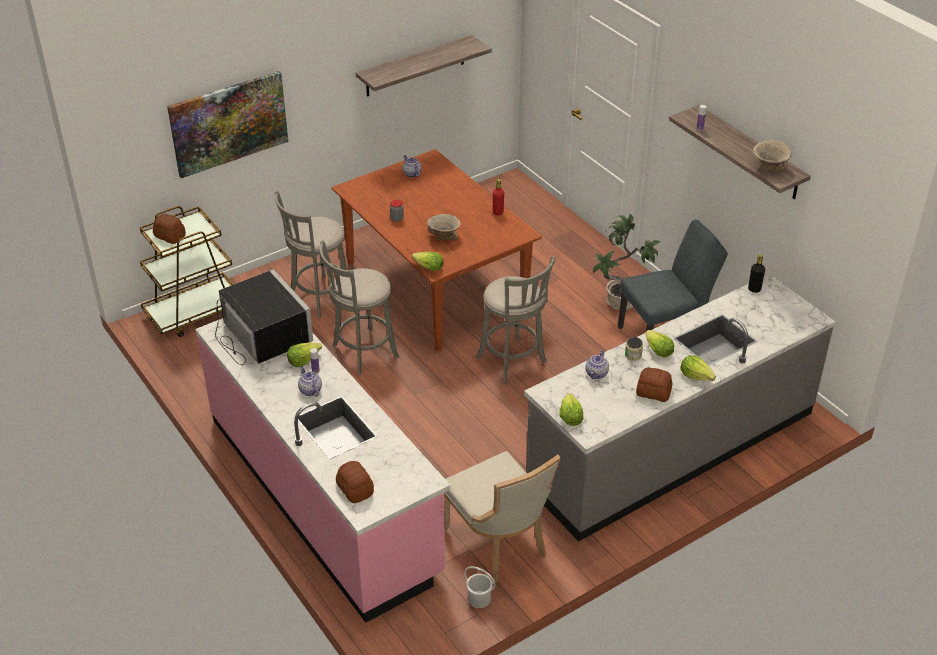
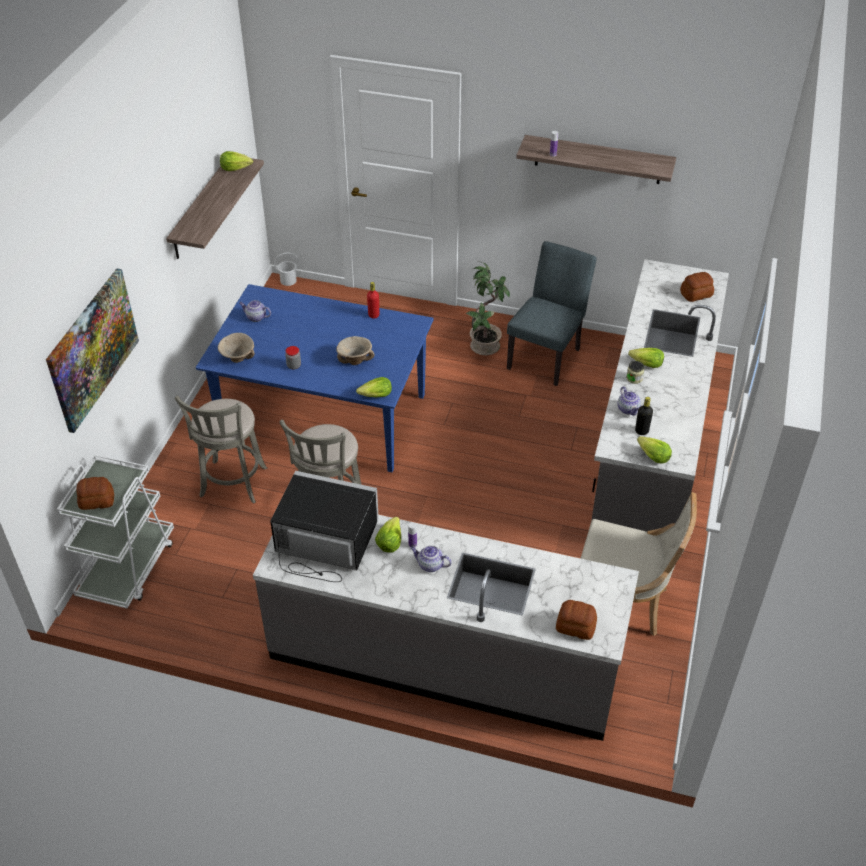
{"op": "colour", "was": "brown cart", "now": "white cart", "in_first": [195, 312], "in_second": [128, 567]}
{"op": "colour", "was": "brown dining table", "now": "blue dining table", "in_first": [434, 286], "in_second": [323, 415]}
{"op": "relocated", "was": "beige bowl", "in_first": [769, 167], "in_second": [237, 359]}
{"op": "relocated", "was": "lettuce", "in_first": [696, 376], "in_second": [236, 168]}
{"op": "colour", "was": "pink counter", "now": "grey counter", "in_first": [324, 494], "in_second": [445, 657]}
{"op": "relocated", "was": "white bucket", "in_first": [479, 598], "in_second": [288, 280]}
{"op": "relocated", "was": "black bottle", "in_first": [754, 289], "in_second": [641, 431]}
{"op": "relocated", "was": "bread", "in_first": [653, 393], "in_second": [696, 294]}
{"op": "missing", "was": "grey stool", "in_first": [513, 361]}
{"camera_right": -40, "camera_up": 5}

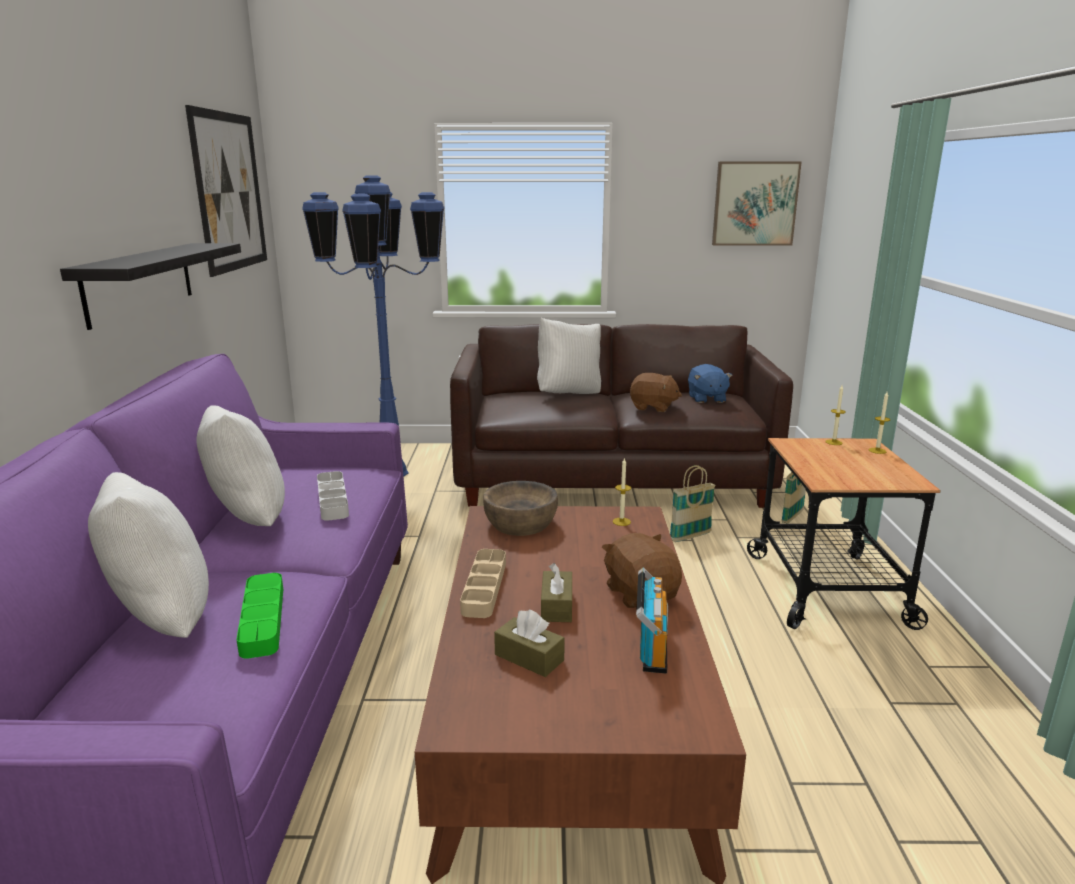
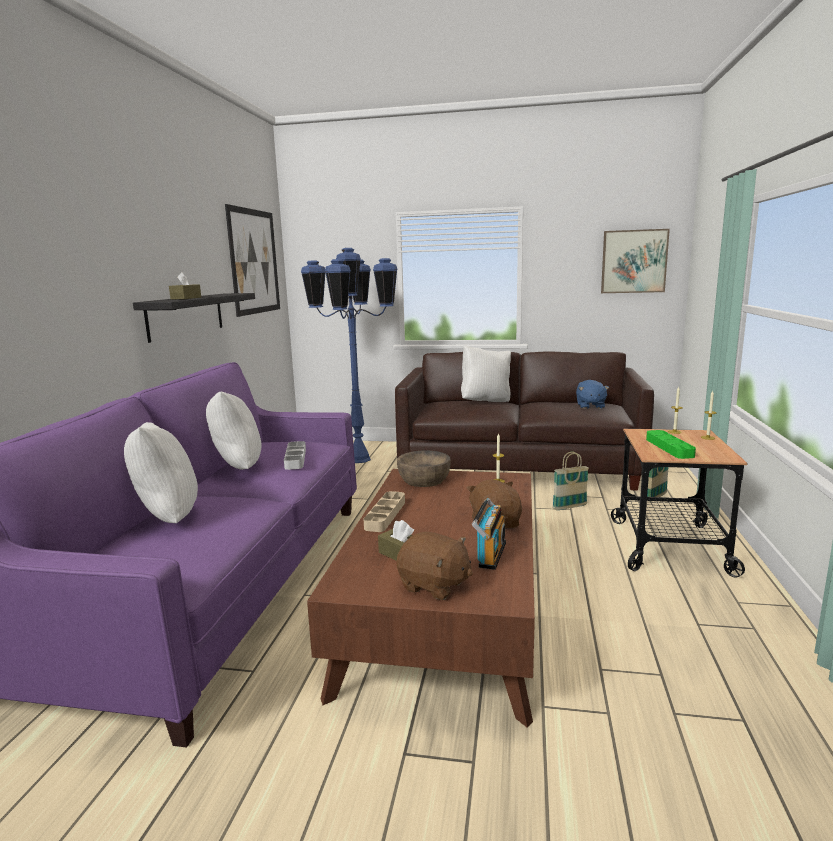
{"op": "relocated", "was": "brown tissue box", "in_first": [556, 606], "in_second": [186, 298]}
{"op": "relocated", "was": "brown plush toy", "in_first": [653, 407], "in_second": [434, 585]}
{"op": "relocated", "was": "green tray", "in_first": [262, 619], "in_second": [669, 447]}
{"camera_right": 10, "camera_up": -5}

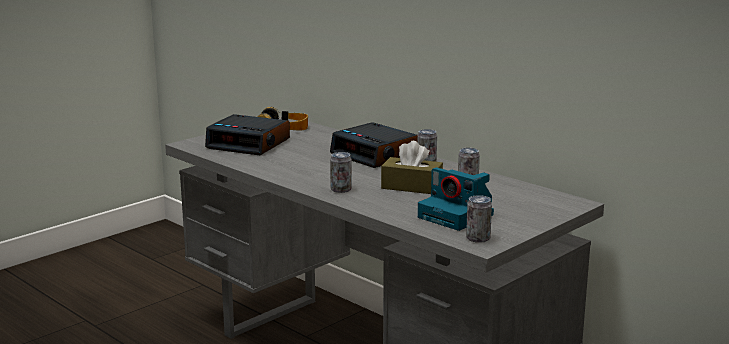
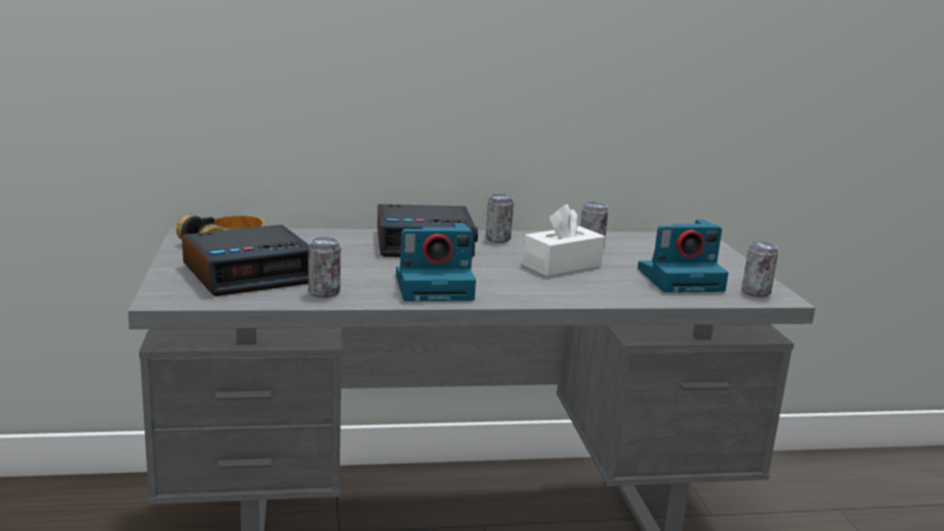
{"op": "relocated", "was": "can", "in_first": [341, 189], "in_second": [324, 293]}
{"op": "appeared", "now": "photo camera", "in_second": [436, 287]}
{"op": "colour", "was": "brown tissue box", "now": "white tissue box", "in_first": [411, 187], "in_second": [562, 265]}
{"camera_right": -55, "camera_up": 0}

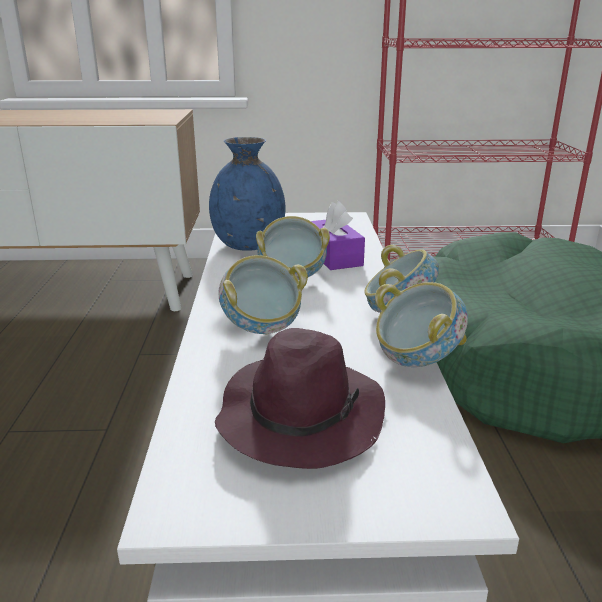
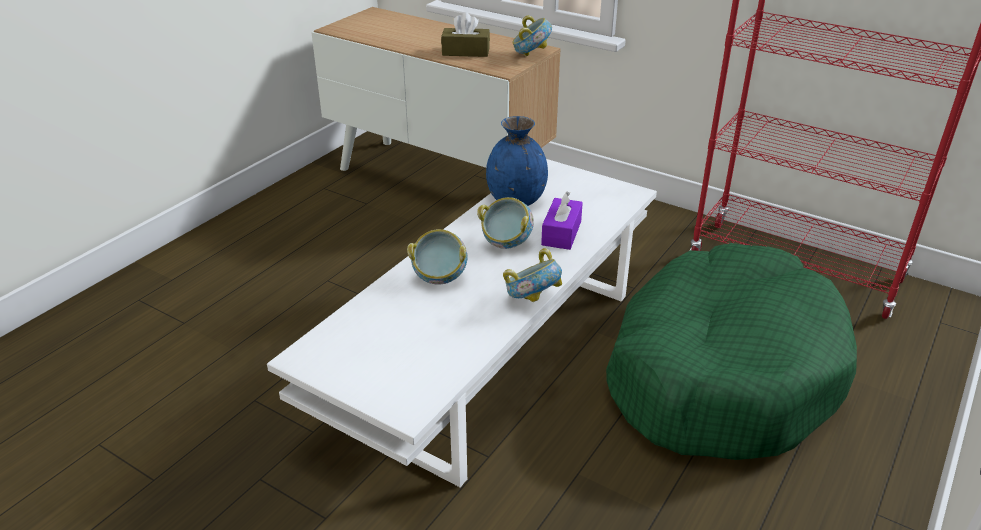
{"op": "appeared", "now": "brown tissue box", "in_second": [465, 52]}
{"op": "relocated", "was": "bowl", "in_first": [415, 362], "in_second": [531, 56]}
{"op": "missing", "was": "purple hat", "in_first": [300, 416]}
{"camera_right": 35, "camera_up": 10}

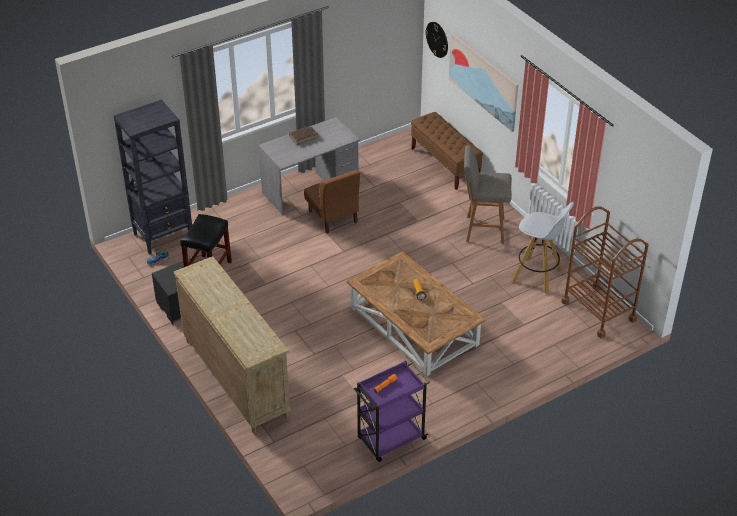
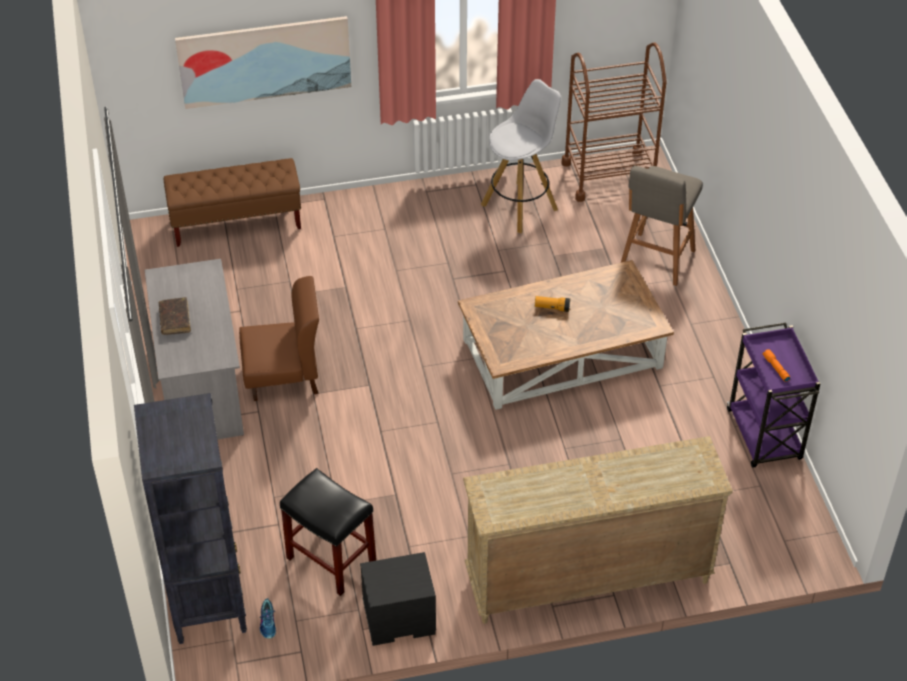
{"op": "relocated", "was": "grey stool", "in_first": [483, 230], "in_second": [656, 261]}
{"op": "missing", "was": "wall clock", "in_first": [437, 39]}
{"camera_right": -70, "camera_up": 5}

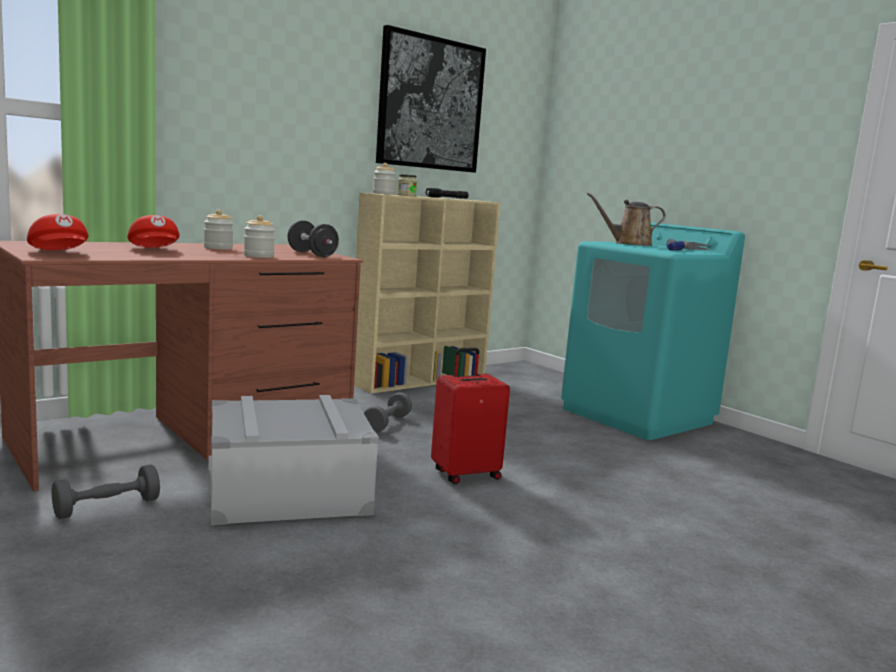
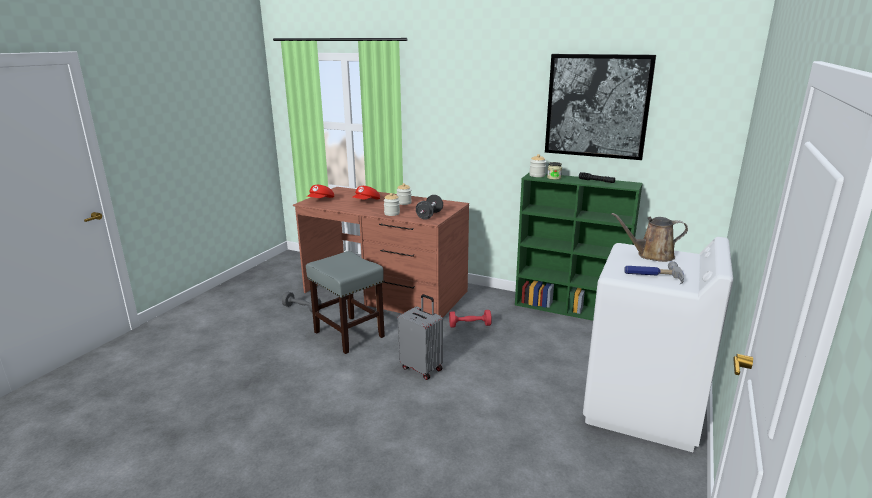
{"op": "exchanged", "was": "grey storage box", "now": "grey stool", "in_first": [288, 493], "in_second": [348, 334]}
{"op": "colour", "was": "red suitcase", "now": "grey suitcase", "in_first": [465, 474], "in_second": [422, 368]}
{"op": "colour", "was": "grey dumbbell", "now": "red dumbbell", "in_first": [387, 423], "in_second": [470, 325]}
{"op": "colour", "was": "beige bookcase", "now": "green bookcase", "in_first": [420, 380], "in_second": [570, 309]}
{"op": "colour", "was": "turquoise washing machine", "now": "white washing machine", "in_first": [638, 416], "in_second": [642, 408]}
{"op": "spun", "was": "brown watering can", "in_first": [629, 244], "in_second": [652, 255], "clockwise": -60}
{"camera_right": 65, "camera_up": 10}

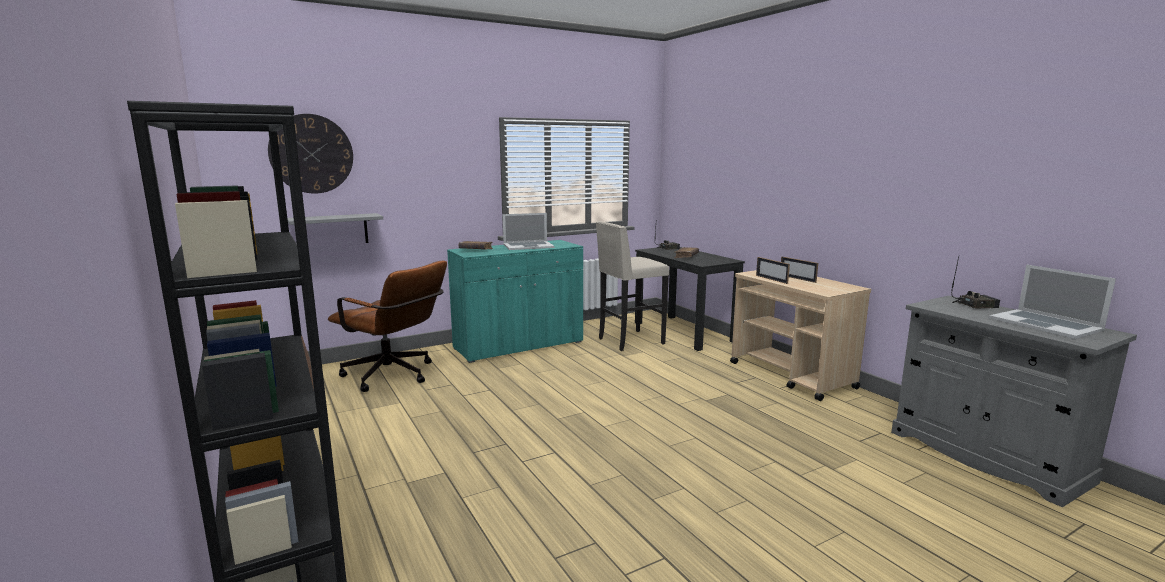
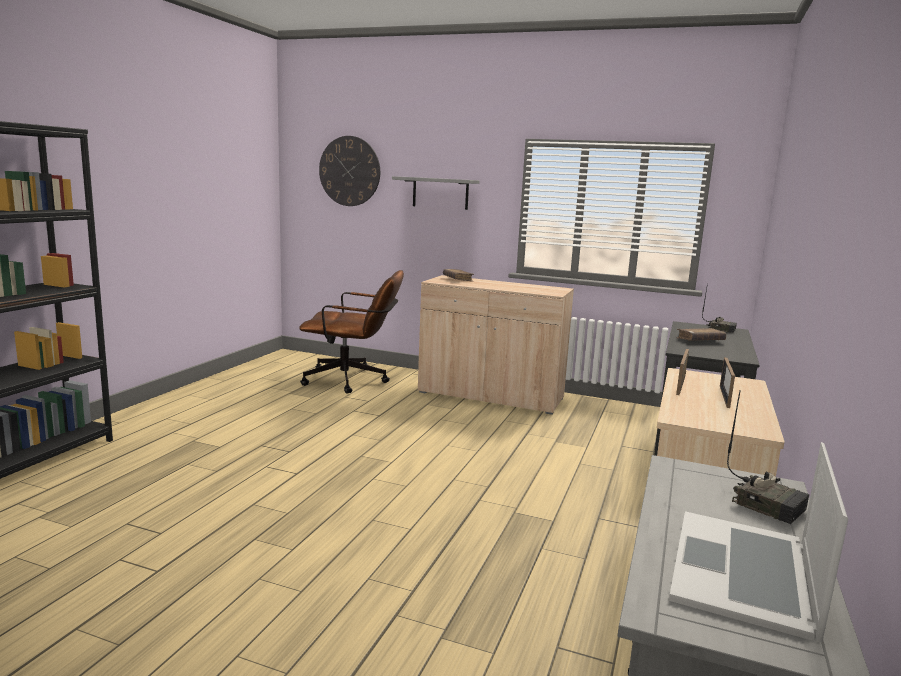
{"op": "spun", "was": "brown office chair", "in_first": [394, 376], "in_second": [353, 381], "clockwise": -75}
{"op": "relocated", "was": "grey shelf", "in_first": [334, 230], "in_second": [440, 193]}
{"op": "colour", "was": "turquoise cabinet", "now": "beige cabinet", "in_first": [519, 345], "in_second": [490, 396]}
{"op": "missing", "was": "laptop", "in_first": [528, 246]}
{"op": "missing", "was": "beige stool", "in_first": [629, 341]}
{"camera_right": 50, "camera_up": 0}

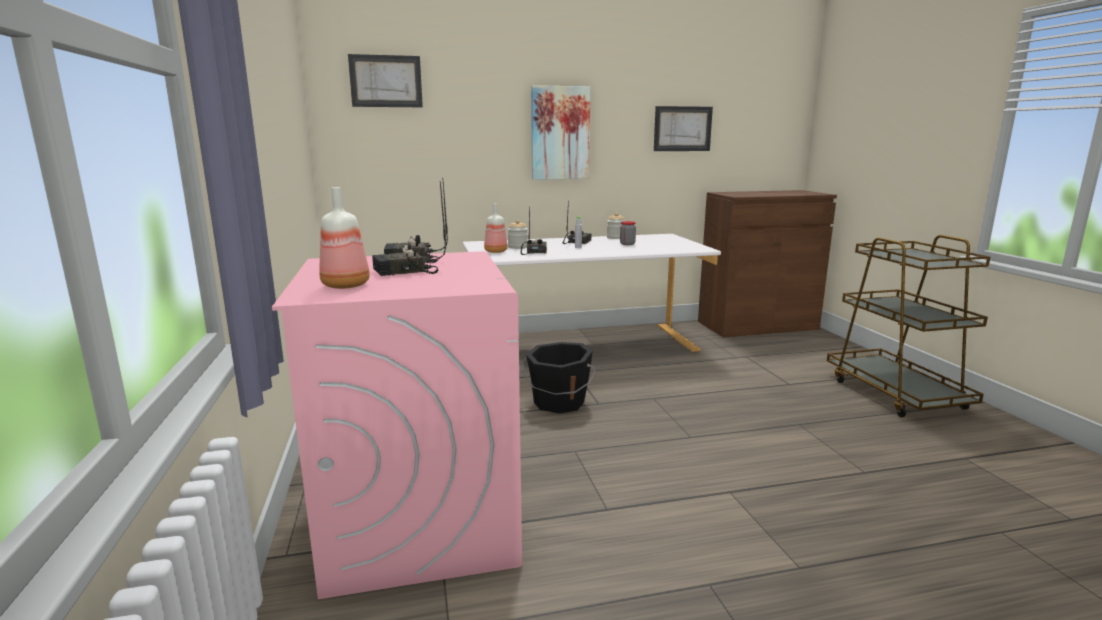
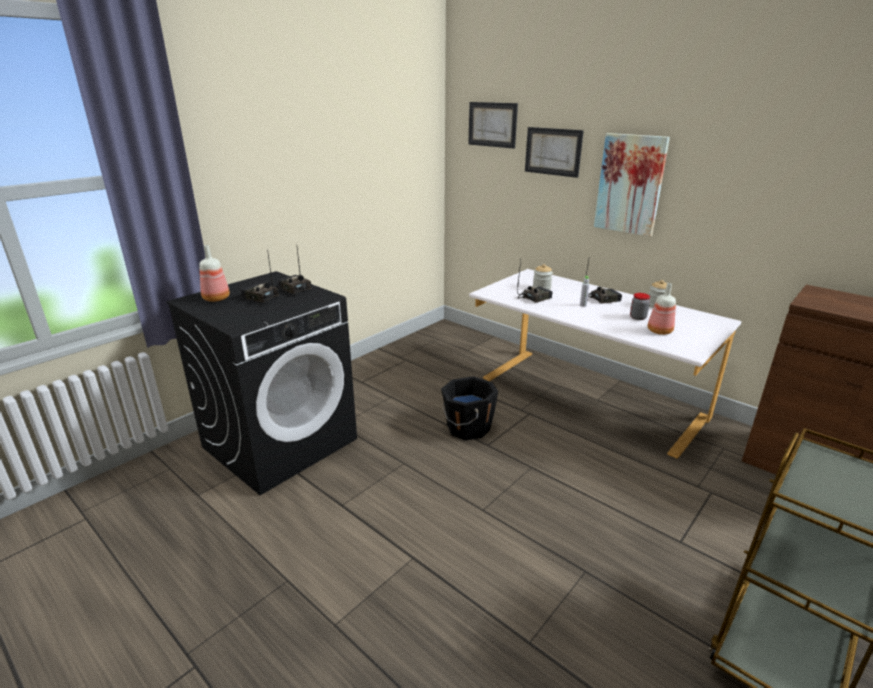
{"op": "colour", "was": "pink washing machine", "now": "black washing machine", "in_first": [419, 519], "in_second": [280, 442]}
{"op": "relocated", "was": "picture", "in_first": [682, 129], "in_second": [553, 151]}
{"op": "relocated", "was": "bottle", "in_first": [495, 251], "in_second": [658, 331]}
{"camera_right": 55, "camera_up": 10}

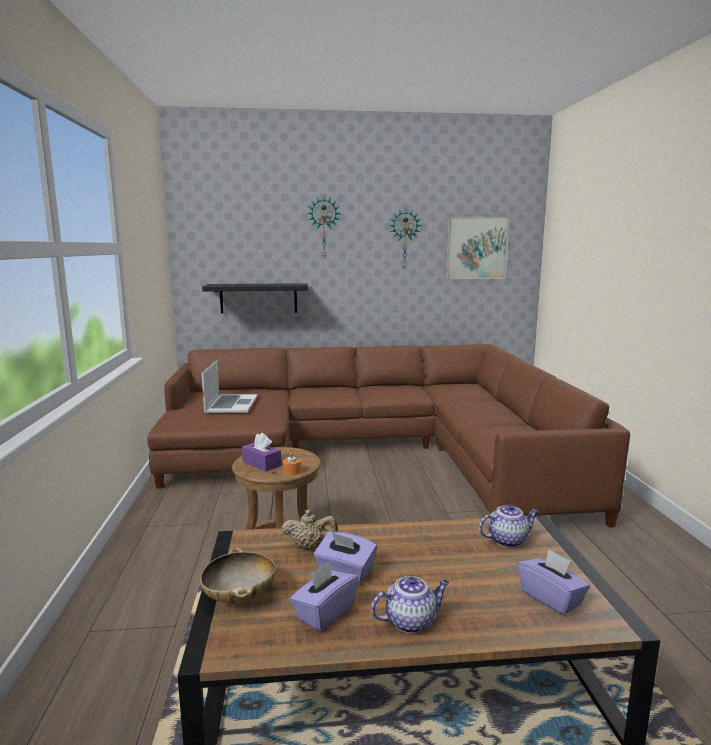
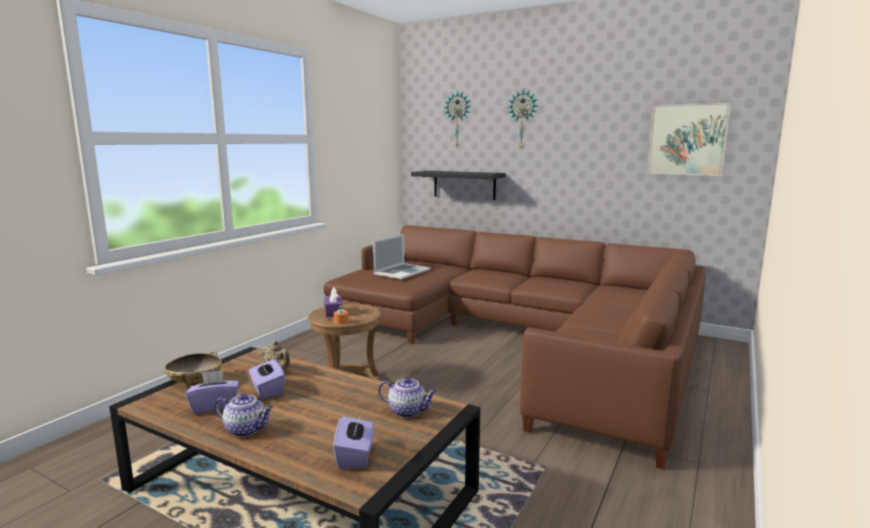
{"op": "relocated", "was": "wall clock", "in_first": [404, 239], "in_second": [458, 119]}
{"camera_right": 35, "camera_up": 0}

